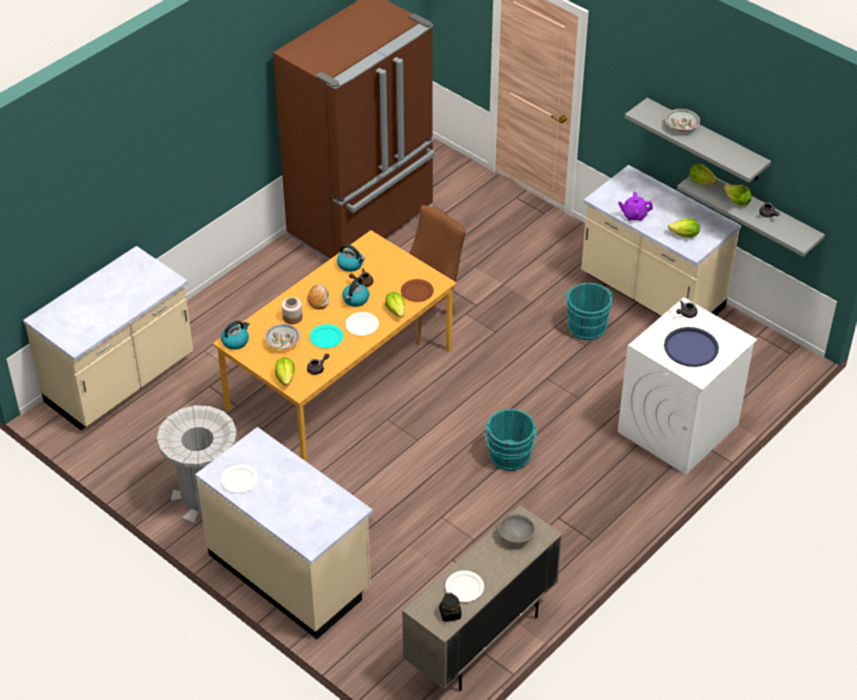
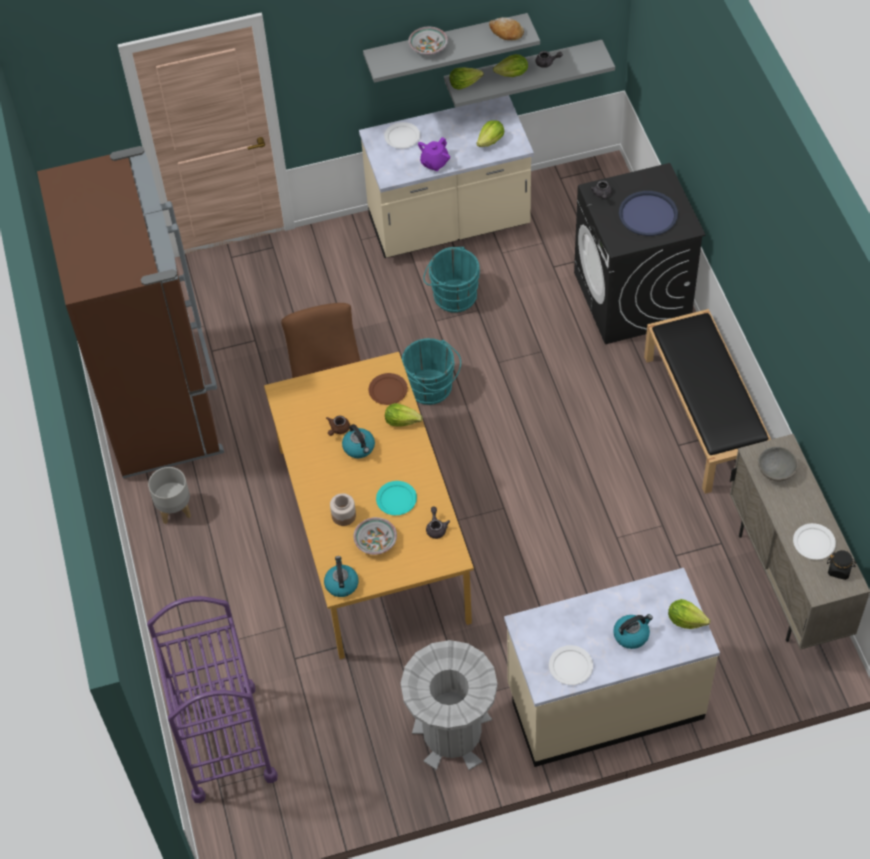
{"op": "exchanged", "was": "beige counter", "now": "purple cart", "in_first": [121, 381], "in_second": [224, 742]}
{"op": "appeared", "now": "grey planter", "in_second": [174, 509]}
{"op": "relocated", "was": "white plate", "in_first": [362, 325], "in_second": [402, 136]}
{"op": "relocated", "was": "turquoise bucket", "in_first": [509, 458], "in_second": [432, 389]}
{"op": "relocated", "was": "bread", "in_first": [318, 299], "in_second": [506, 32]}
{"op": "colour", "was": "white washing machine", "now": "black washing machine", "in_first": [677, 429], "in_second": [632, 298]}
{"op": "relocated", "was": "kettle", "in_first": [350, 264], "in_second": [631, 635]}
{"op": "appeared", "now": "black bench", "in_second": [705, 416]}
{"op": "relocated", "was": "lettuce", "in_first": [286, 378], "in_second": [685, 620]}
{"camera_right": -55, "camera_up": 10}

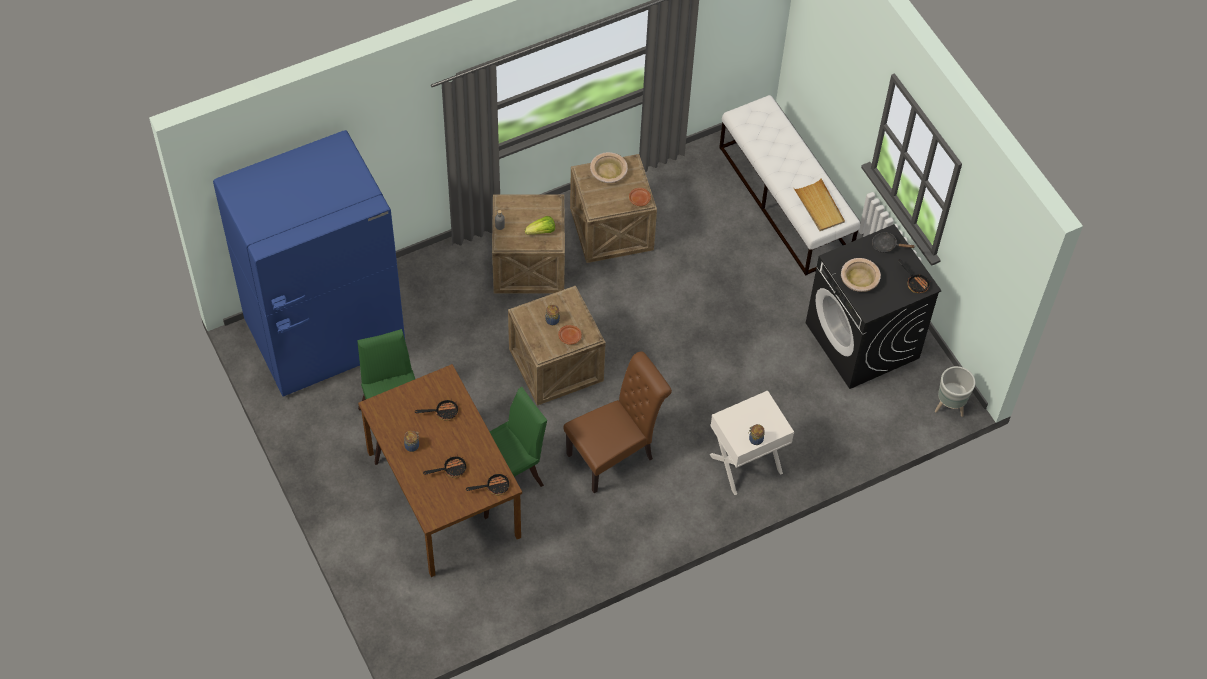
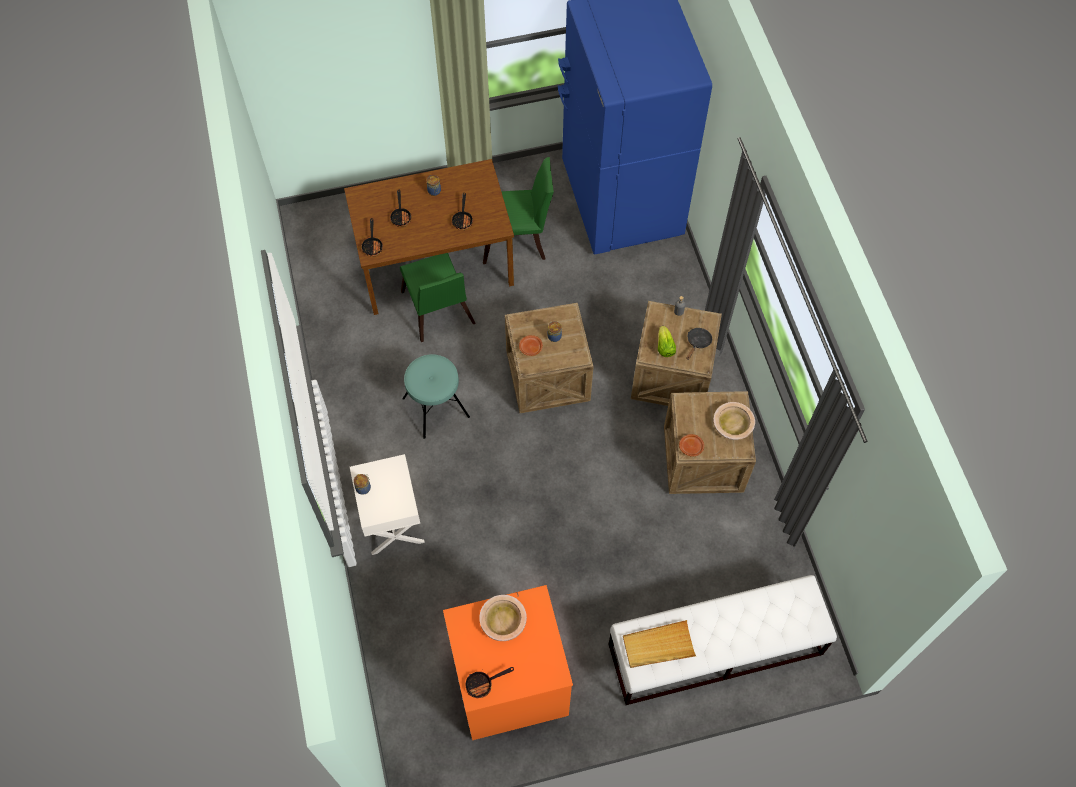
{"op": "exchanged", "was": "brown chair", "now": "turquoise stool", "in_first": [615, 455], "in_second": [436, 407]}
{"op": "colour", "was": "black washing machine", "now": "orange washing machine", "in_first": [863, 341], "in_second": [508, 683]}
{"op": "relocated", "was": "black frying pan", "in_first": [886, 245], "in_second": [697, 342]}
{"op": "missing", "was": "grey planter", "in_first": [950, 407]}
{"camera_right": 105, "camera_up": 5}

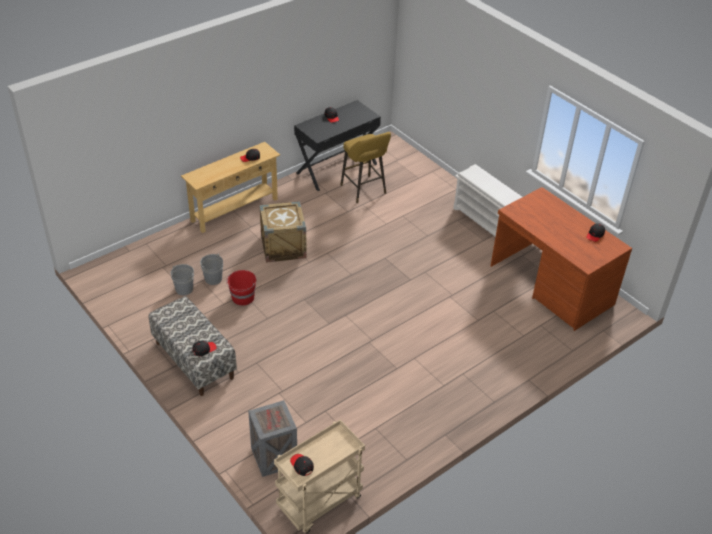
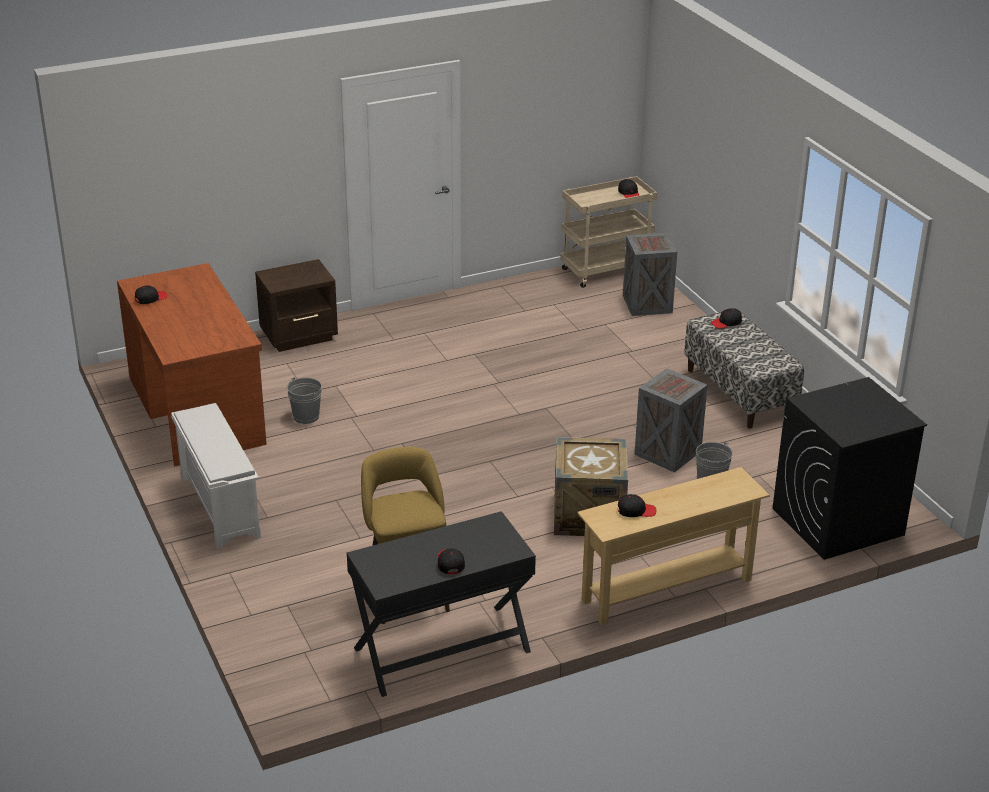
{"op": "appeared", "now": "brown nightstand", "in_second": [300, 336]}
{"op": "relocated", "was": "grey bucket", "in_first": [184, 289], "in_second": [306, 416]}
{"op": "exchanged", "was": "red bucket", "now": "crate", "in_first": [242, 298], "in_second": [666, 453]}
{"op": "appeared", "now": "black washing machine", "in_second": [837, 522]}
{"camera_right": -165, "camera_up": -10}

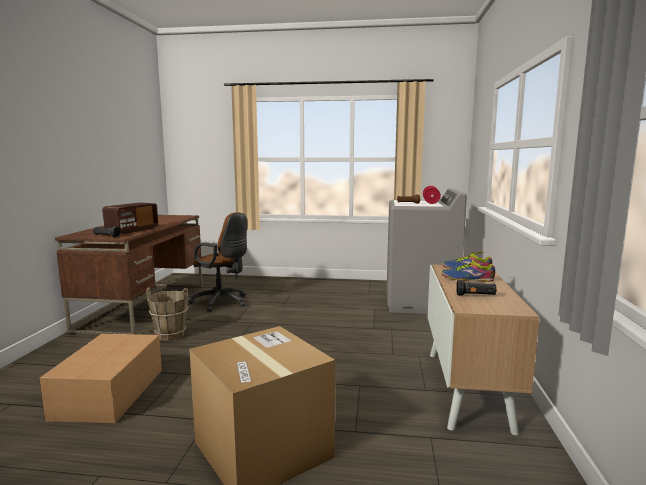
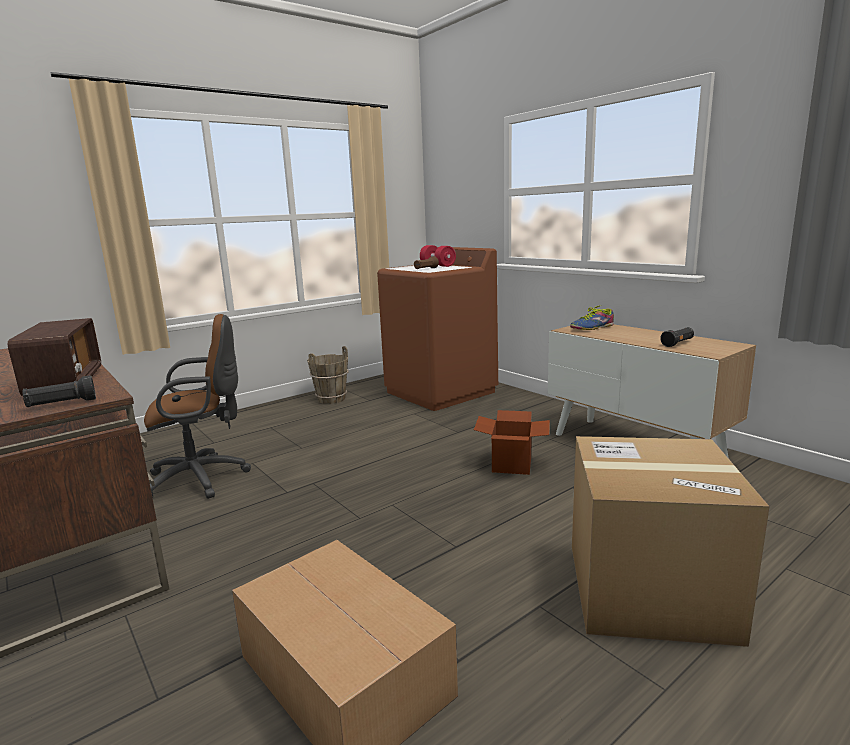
{"op": "relocated", "was": "brown bucket", "in_first": [170, 335], "in_second": [331, 399]}
{"op": "colour", "was": "grey washing machine", "now": "brown washing machine", "in_first": [420, 303], "in_second": [441, 392]}
{"op": "appeared", "now": "cardboard box", "in_second": [511, 465]}
{"op": "missing", "was": "shoe", "in_first": [467, 279]}
{"camera_right": -45, "camera_up": 5}

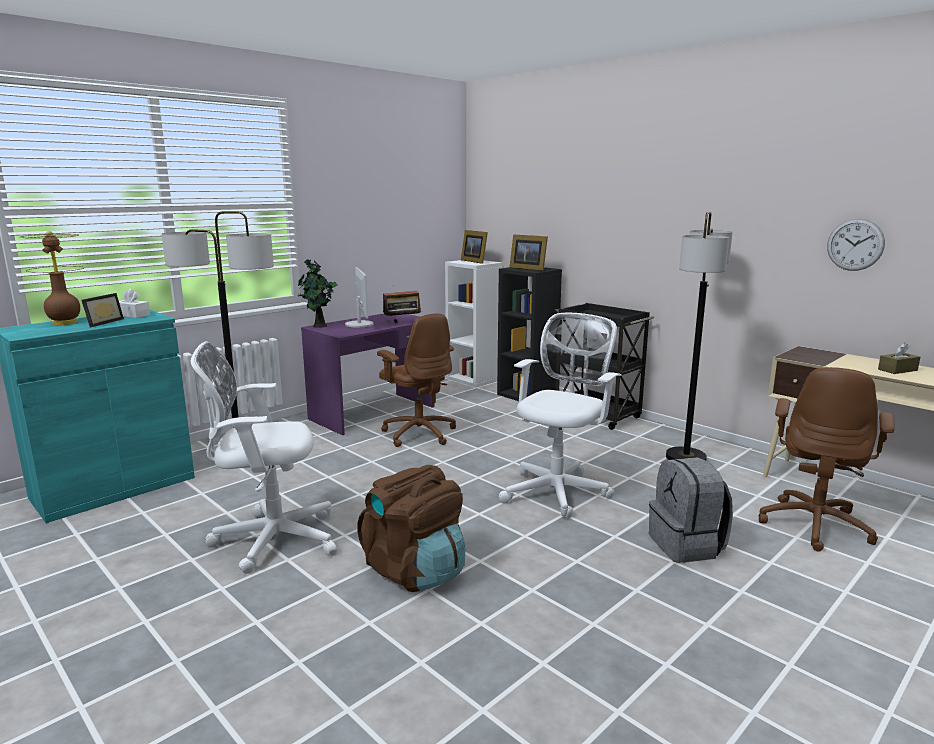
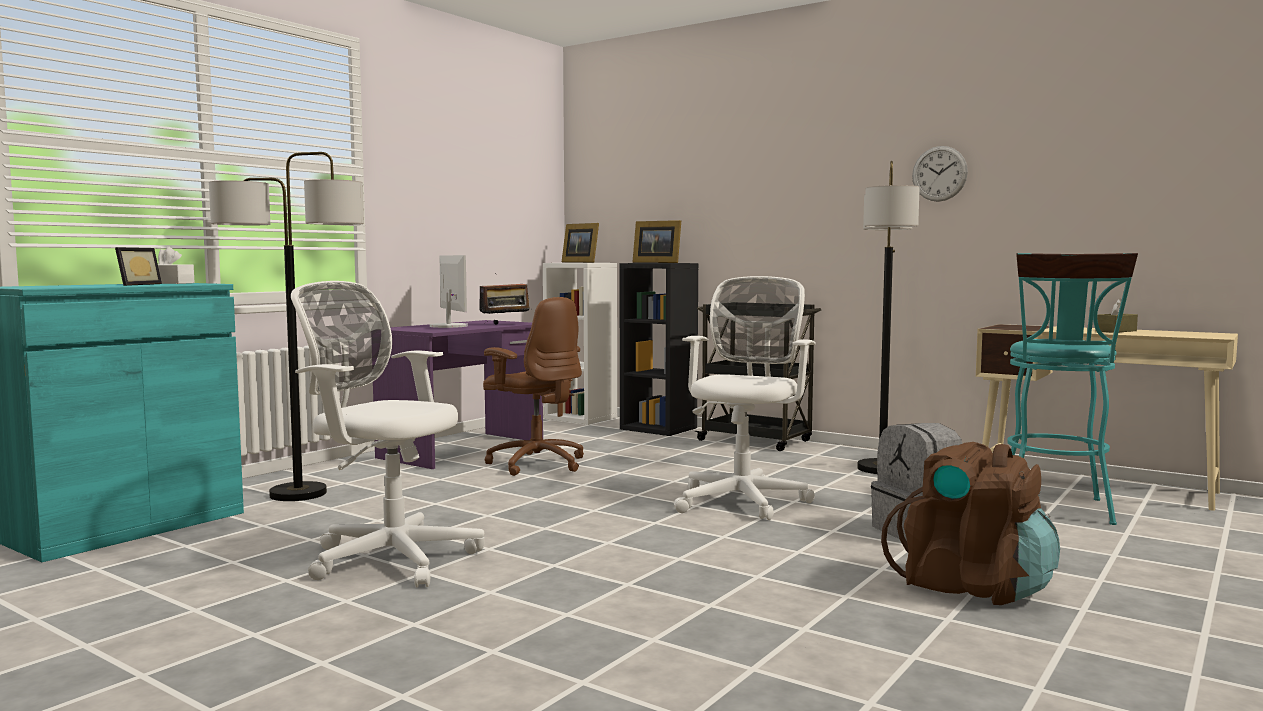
{"op": "spun", "was": "white office chair", "in_first": [270, 539], "in_second": [388, 557], "clockwise": 45}
{"op": "relocated", "was": "brown backpack", "in_first": [415, 570], "in_second": [971, 587]}
{"op": "relocated", "was": "wall clock", "in_first": [855, 244], "in_second": [939, 173]}
{"op": "exchanged", "was": "brown office chair", "now": "turquoise stool", "in_first": [815, 525], "in_second": [1056, 510]}
{"op": "missing", "was": "brown table lamp", "in_first": [65, 323]}
{"op": "missing", "was": "potted plant", "in_first": [319, 326]}
{"camera_right": -10, "camera_up": -10}

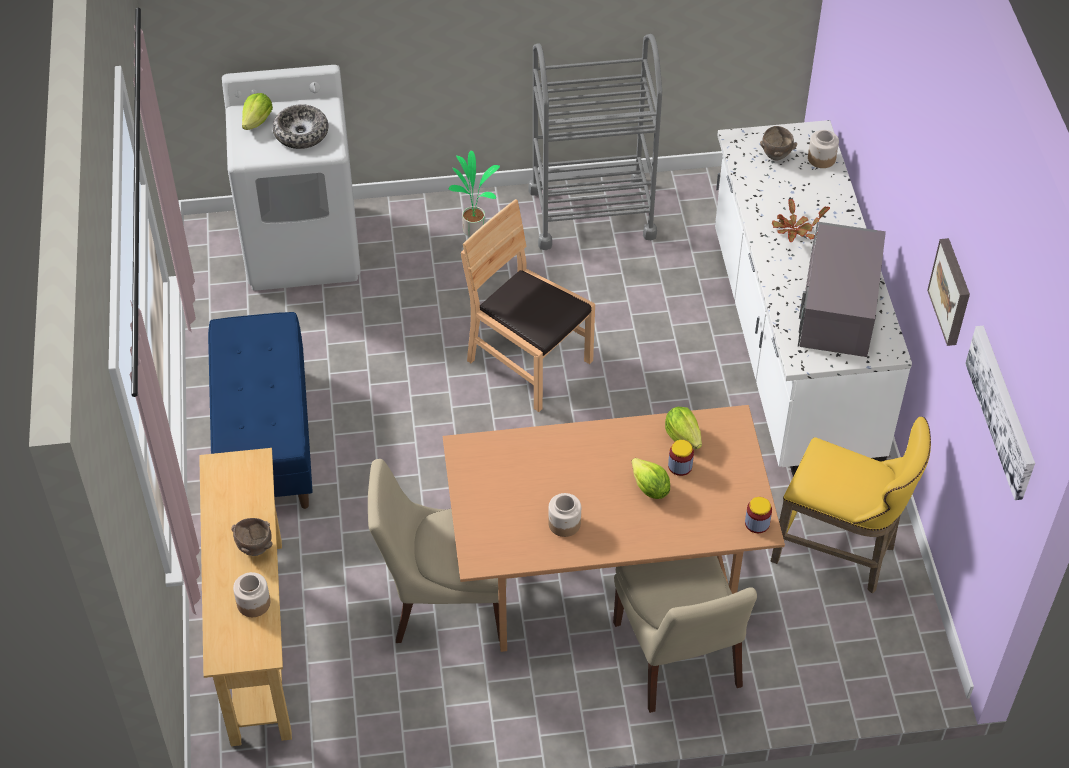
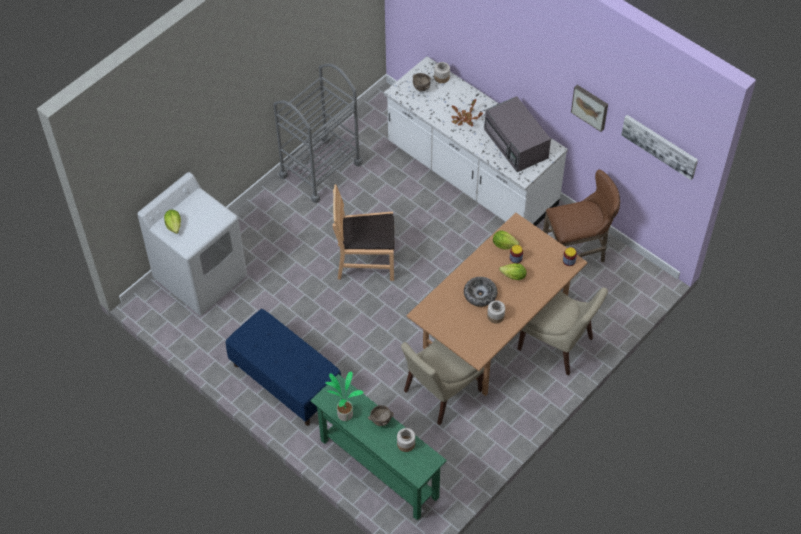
{"op": "colour", "was": "beige console table", "now": "green console table", "in_first": [256, 639], "in_second": [378, 469]}
{"op": "relocated", "was": "potted plant", "in_first": [474, 228], "in_second": [344, 413]}
{"op": "relocated", "was": "bowl", "in_first": [301, 133], "in_second": [480, 294]}
{"op": "colour", "was": "yellow stool", "now": "brown stool", "in_first": [840, 554], "in_second": [577, 254]}
{"camera_right": -40, "camera_up": 5}

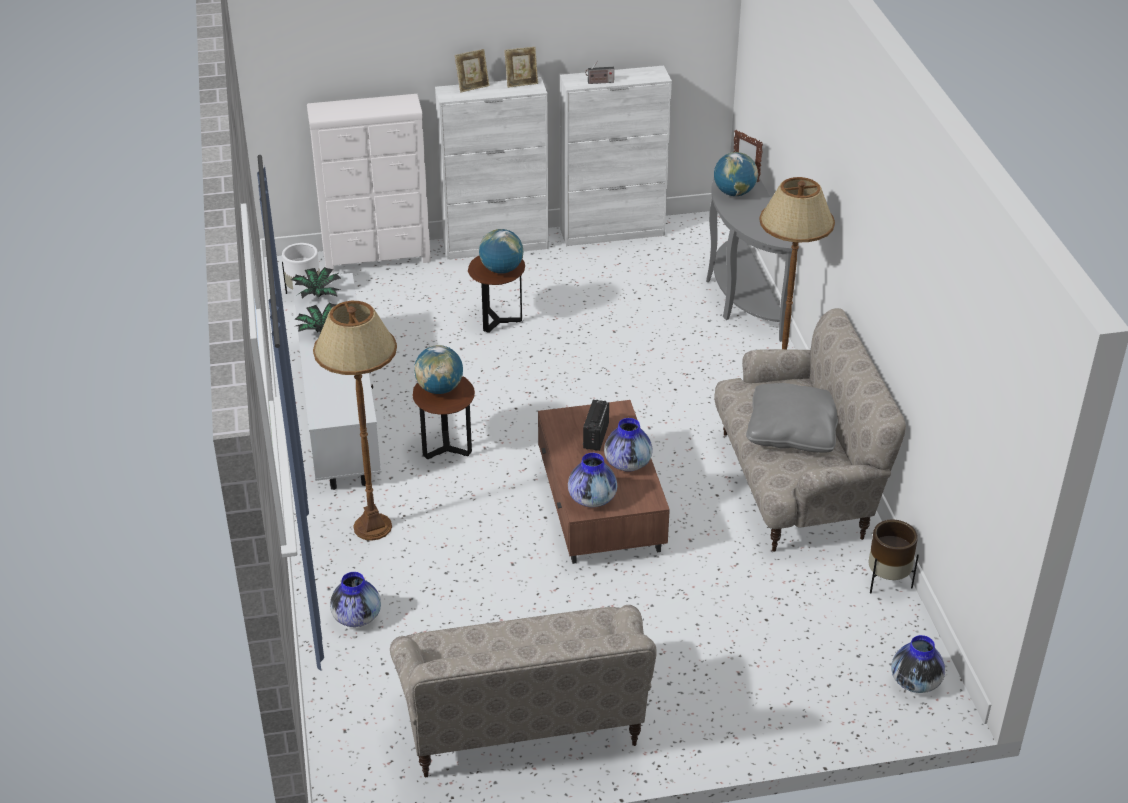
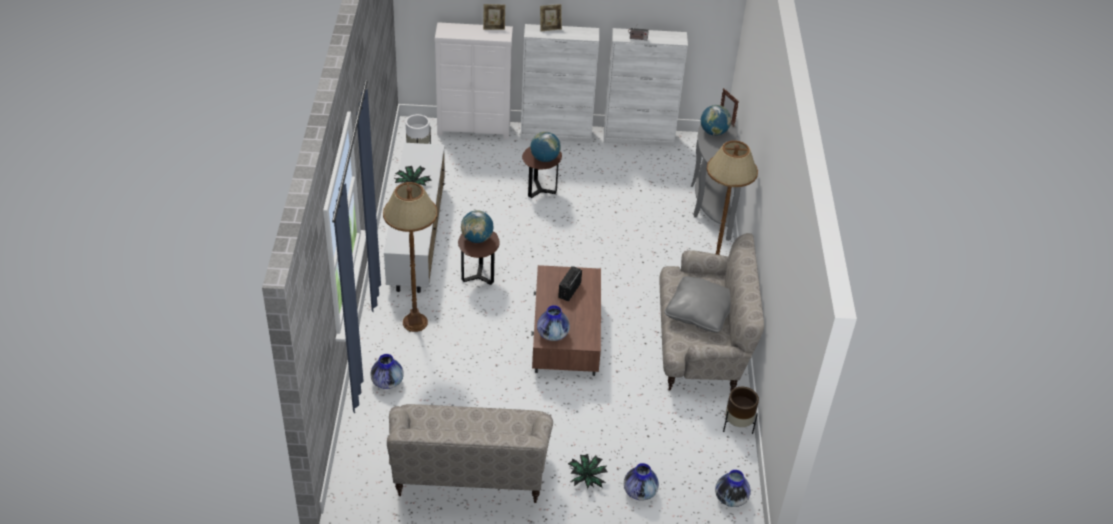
{"op": "relocated", "was": "picture frame", "in_first": [521, 83], "in_second": [494, 27]}
{"op": "relocated", "was": "potted plant", "in_first": [317, 294], "in_second": [586, 478]}
{"op": "relocated", "was": "vase", "in_first": [628, 463], "in_second": [640, 491]}
{"camera_right": 10, "camera_up": 5}

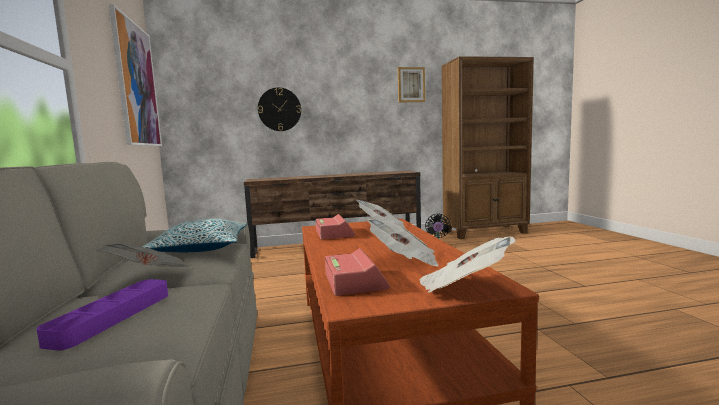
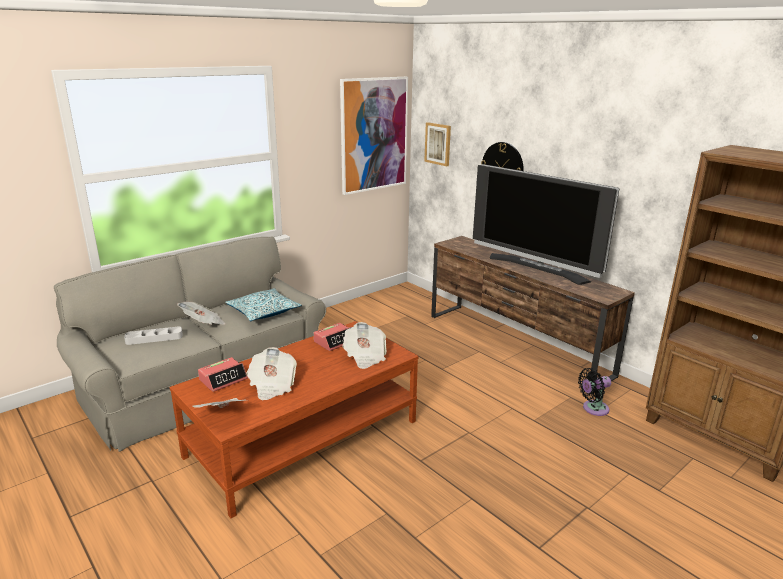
{"op": "colour", "was": "purple tray", "now": "grey tray", "in_first": [113, 317], "in_second": [154, 338]}
{"op": "relocated", "was": "picture", "in_first": [411, 85], "in_second": [438, 144]}
{"op": "appeared", "now": "television", "in_second": [537, 268]}
{"camera_right": 60, "camera_up": 15}

